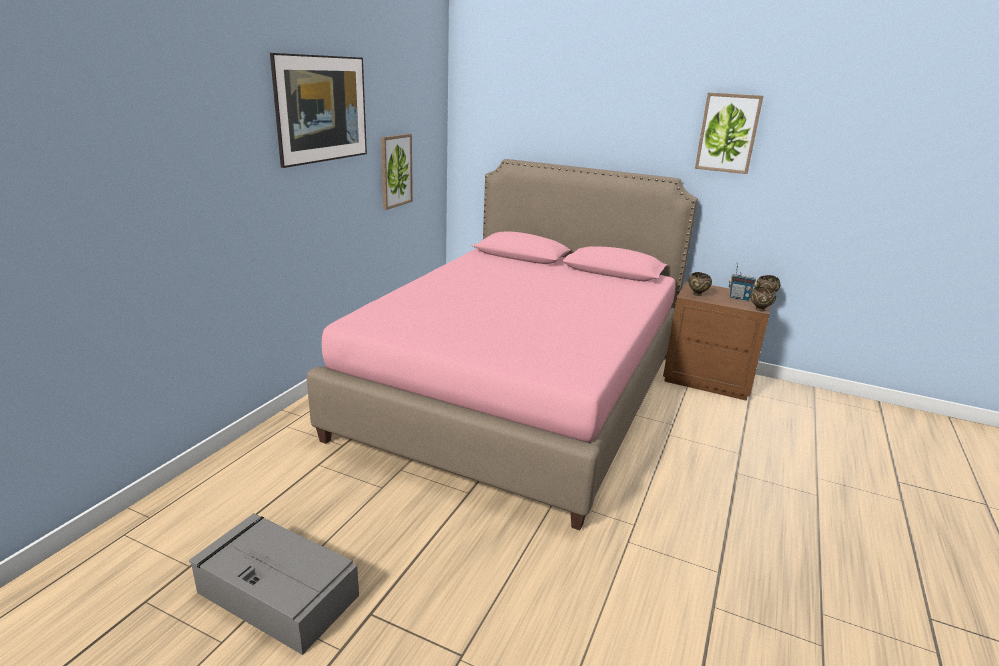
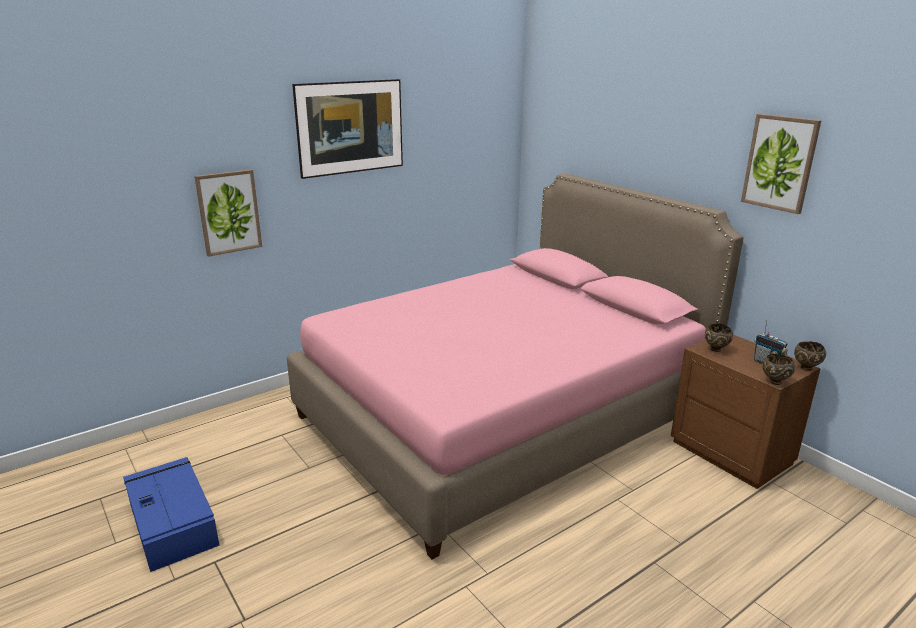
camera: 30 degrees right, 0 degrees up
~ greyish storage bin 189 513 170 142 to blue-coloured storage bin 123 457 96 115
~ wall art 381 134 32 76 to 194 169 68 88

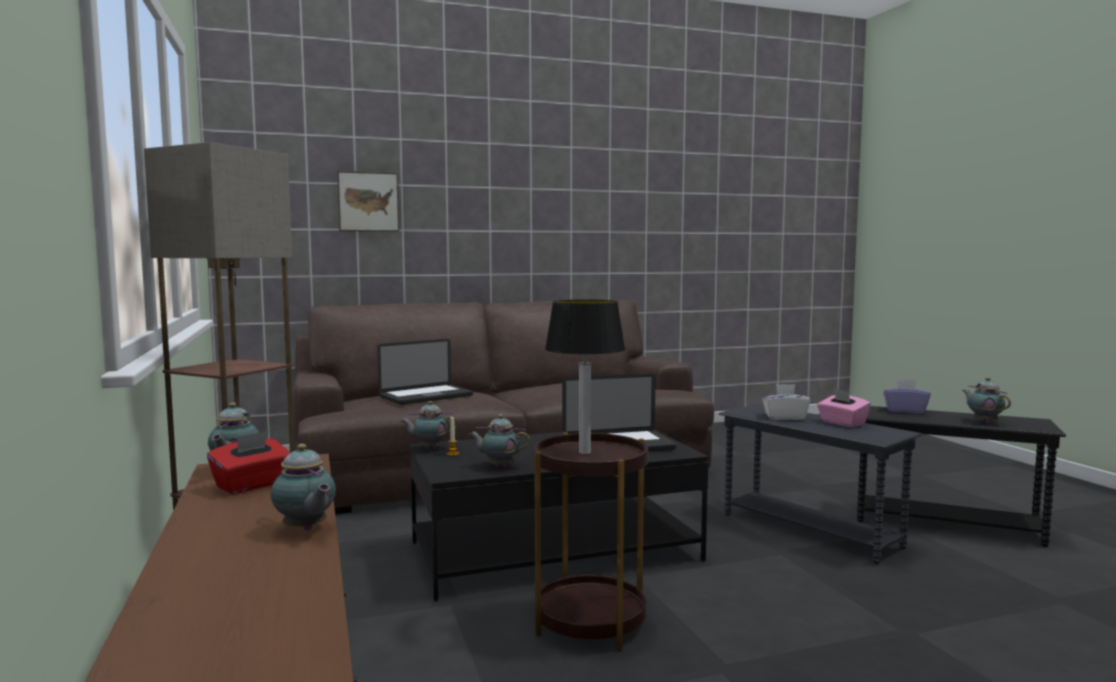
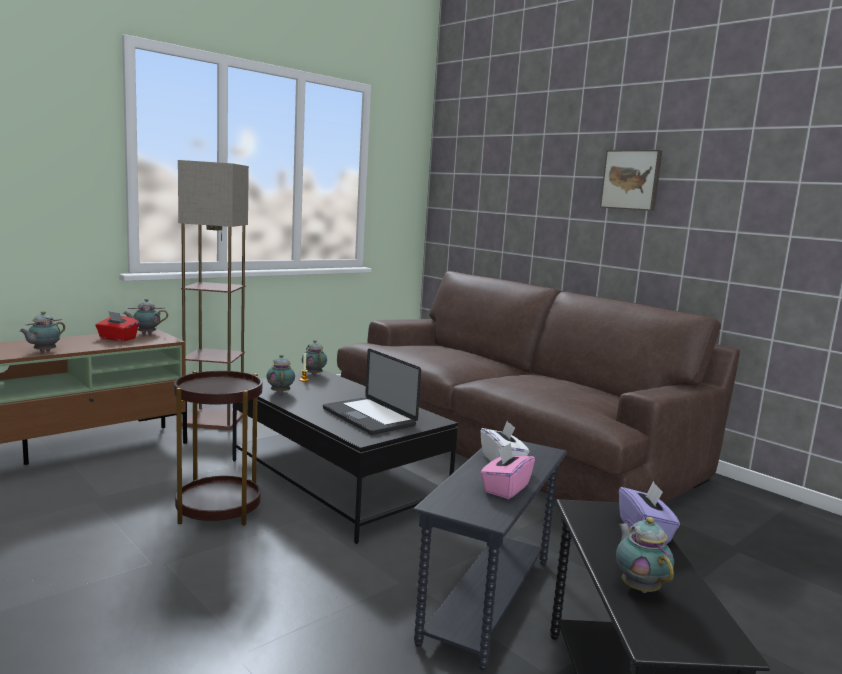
camera: 65 degrees right, 5 degrees up
~ wall art 337 171 62 61 to 600 150 62 61
~ tea pot 962 377 49 46 = 616 517 58 76 60 degrees counterclockwise
- laptop 377 339 96 66
- table lamp 545 300 81 154

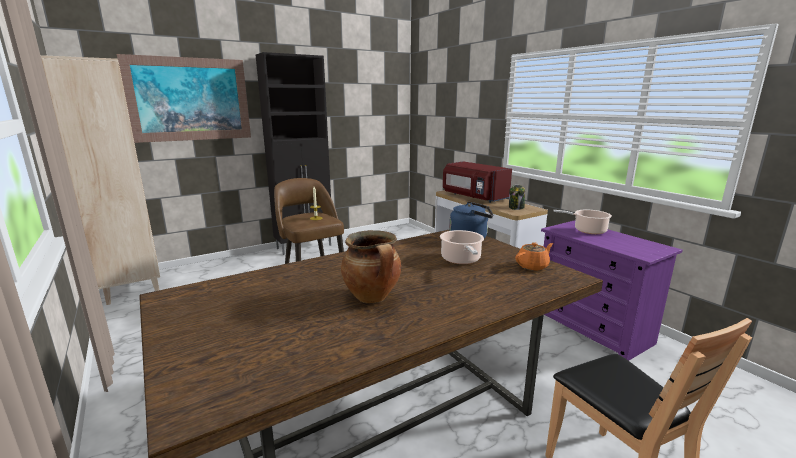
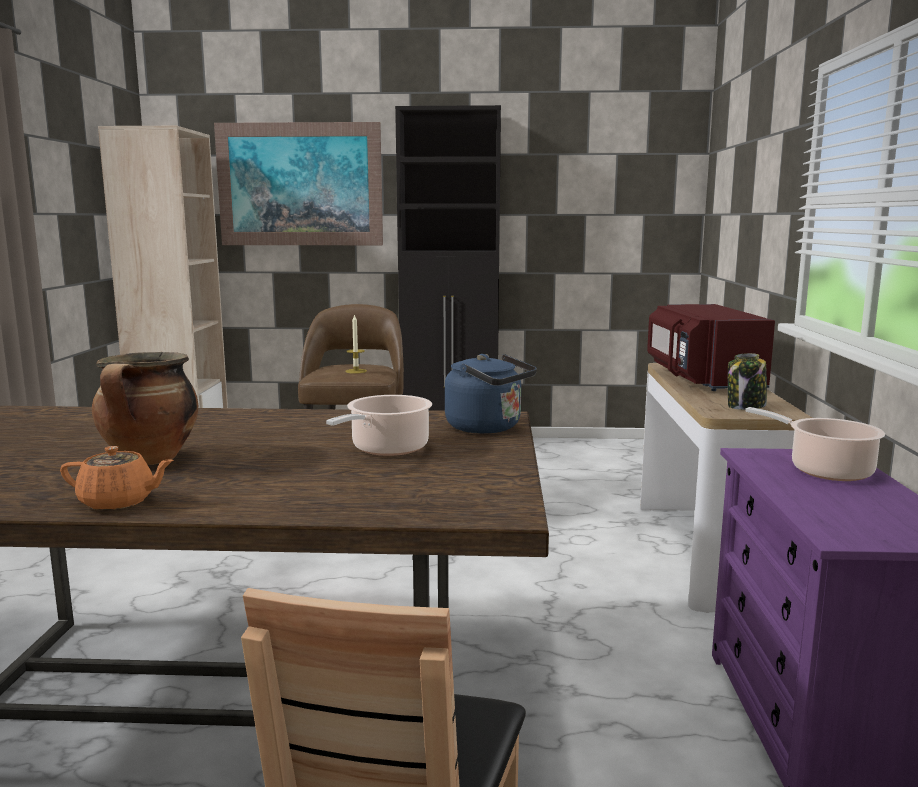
camera: 35 degrees right, 5 degrees down
~ orange-coloured tea pot 515 242 38 29 to 60 446 114 64

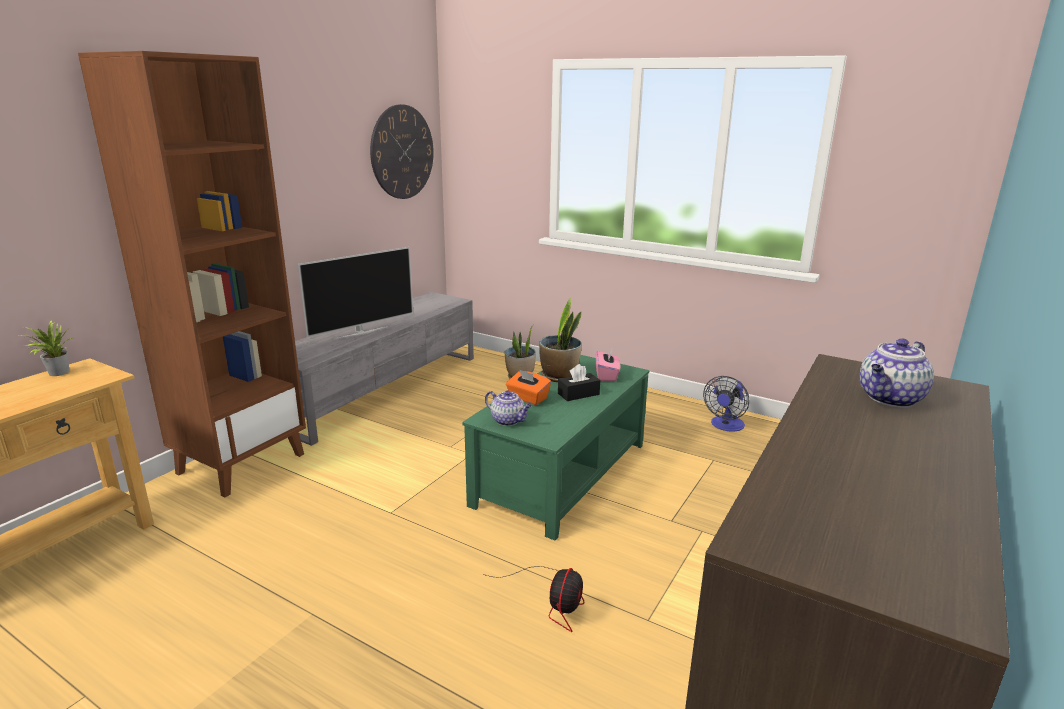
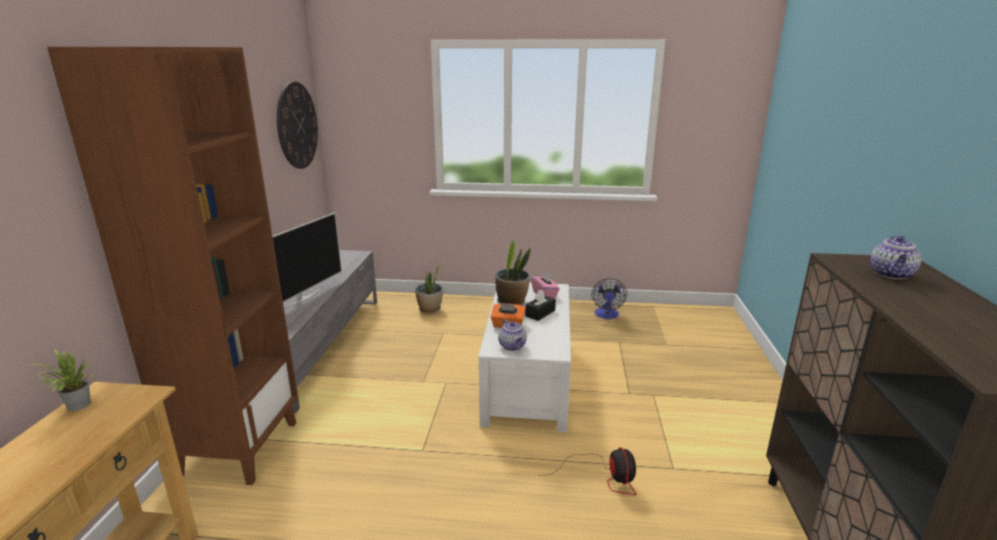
camera: 25 degrees left, 0 degrees up
~ green coffee table 462 355 187 185 to whitish coffee table 478 283 93 149
~ tea pot 485 390 46 36 = 498 319 29 32 60 degrees clockwise

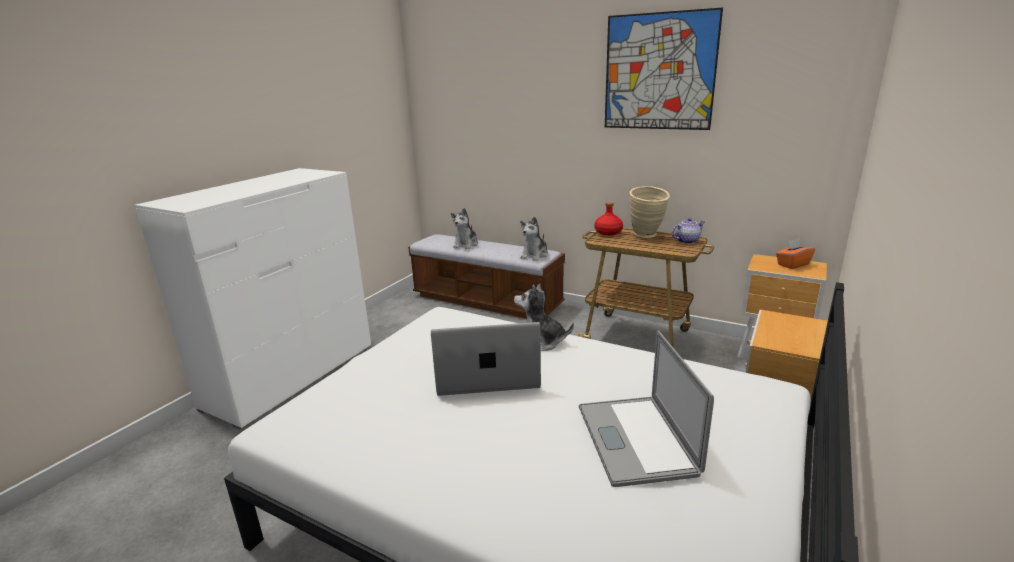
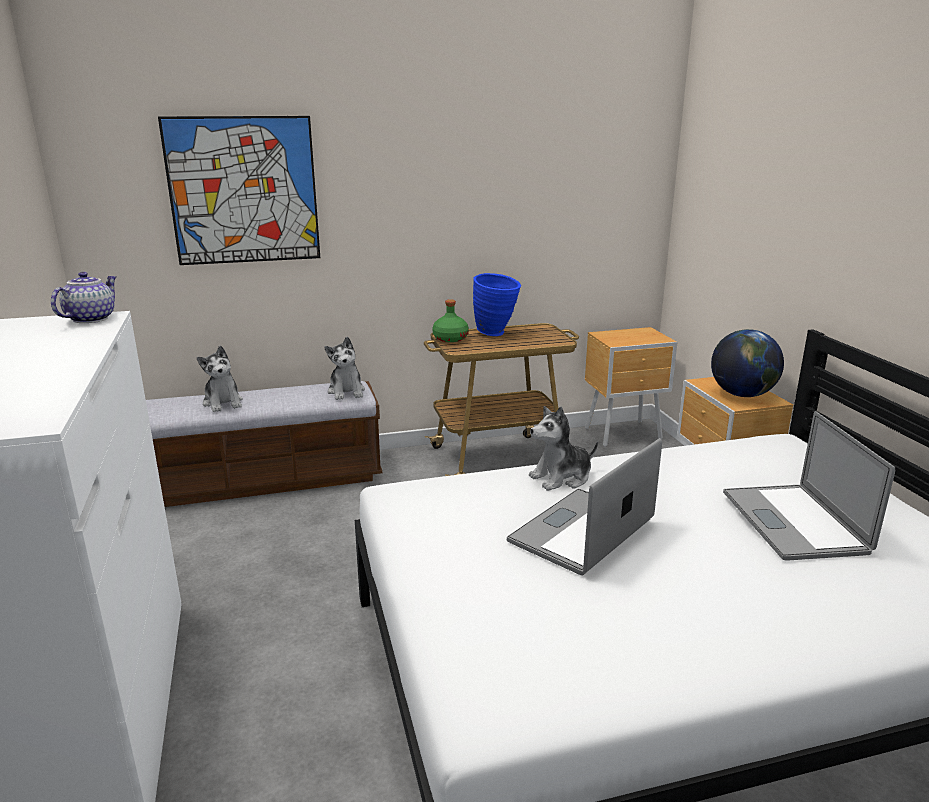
camera: 45 degrees left, 0 degrees up
~ tea pot 672 218 33 26 to 51 272 65 51
~ wall art 605 7 118 123 to 158 116 162 149
~ red bottle 594 202 29 33 to green bottle 432 299 37 43
~ sand-coloured decorative vase 629 186 41 52 to blue-coloured decorative vase 473 273 48 63
+ globe 711 329 73 68
~ laptop 579 331 135 156 = 723 411 172 149 45 degrees clockwise
- orange-coloured tissue box 776 239 39 30

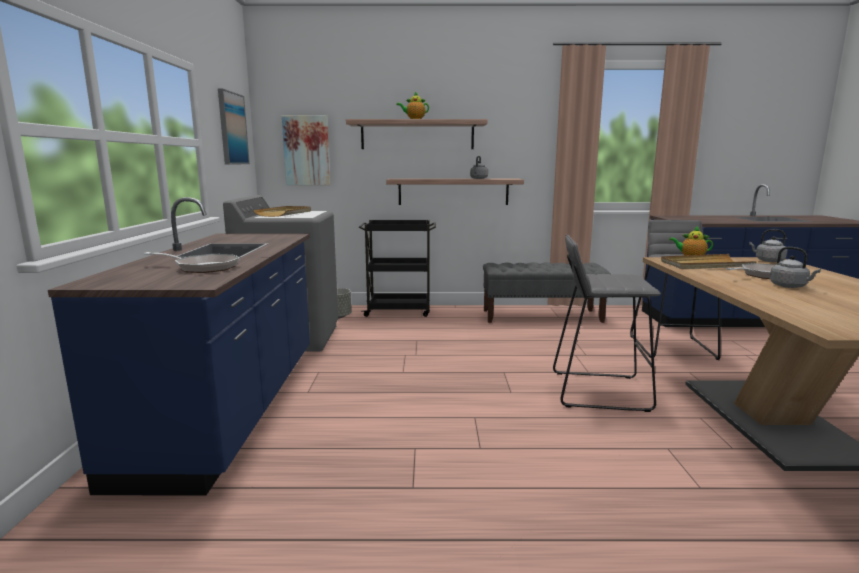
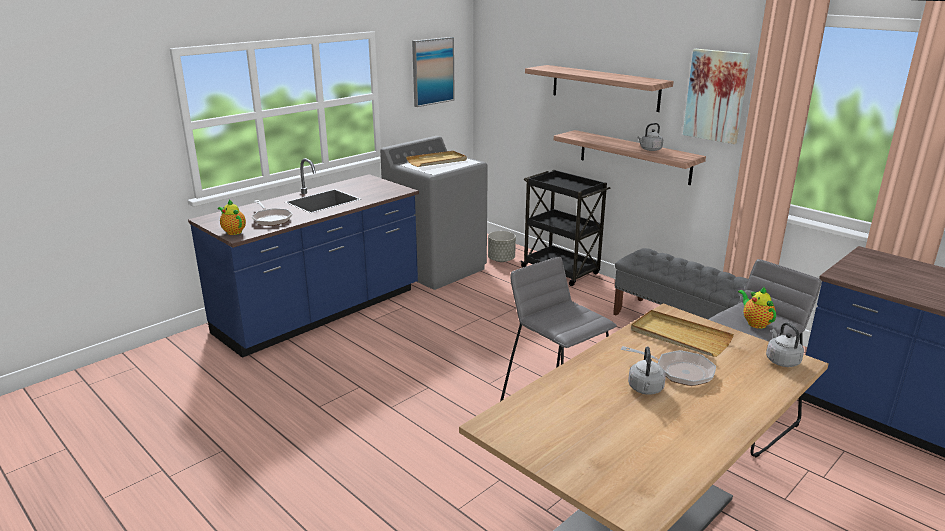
camera: 45 degrees right, 10 degrees up
~ tea pot 396 92 33 27 to 218 199 28 36
~ wall art 282 115 49 70 to 683 49 67 95

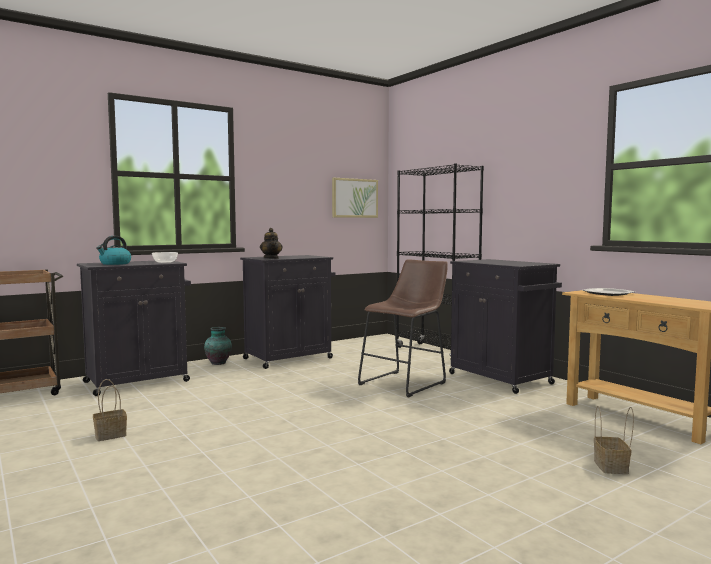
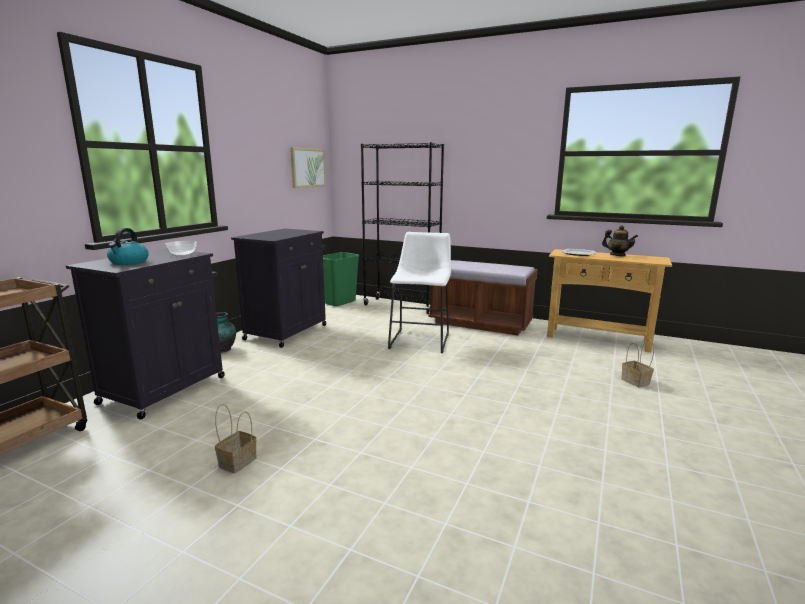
camera: 30 degrees left, 10 degrees up
+ green trash can 323 252 36 54
~ brownish stool 358 259 90 138 to whitish stool 388 232 63 121
~ black cabinet 449 259 113 135 to brownish bench 428 260 110 76
~ tea pot 260 228 23 31 to 602 225 36 31

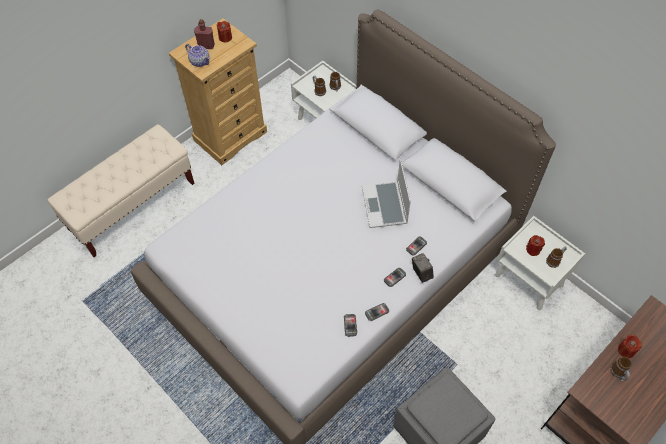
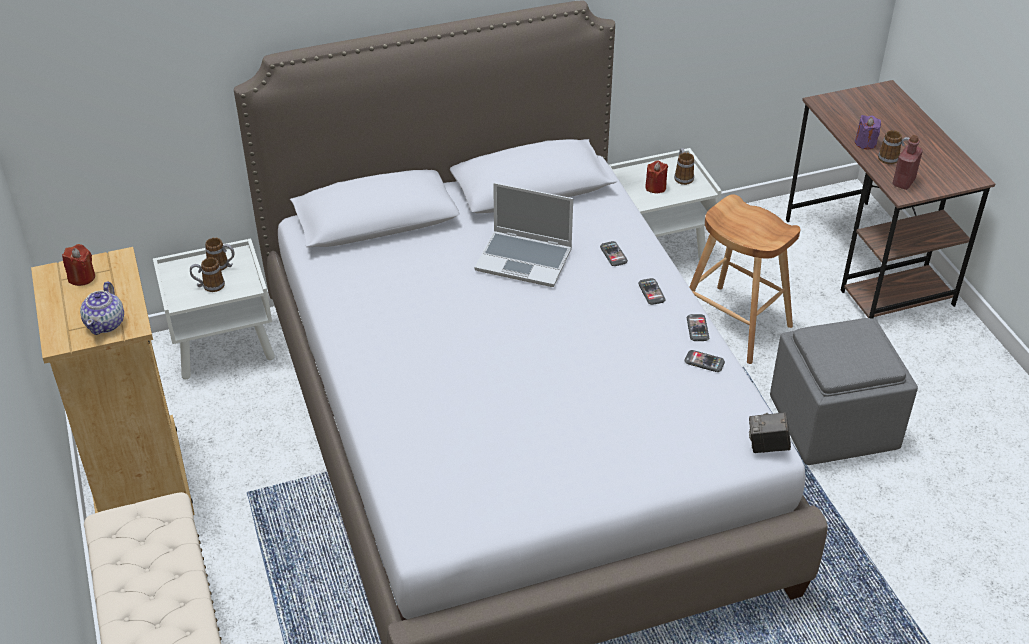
camera: 65 degrees left, 15 degrees down
~ tea pot 185 44 25 23 = 80 282 44 53 120 degrees clockwise
+ brownish stool 690 194 110 170
~ photo camera 412 253 22 30 to 749 412 42 41
~ red wax light 618 335 24 23 to purple wax light 855 115 26 34
~ red bottle 194 19 21 30 to 892 135 31 55

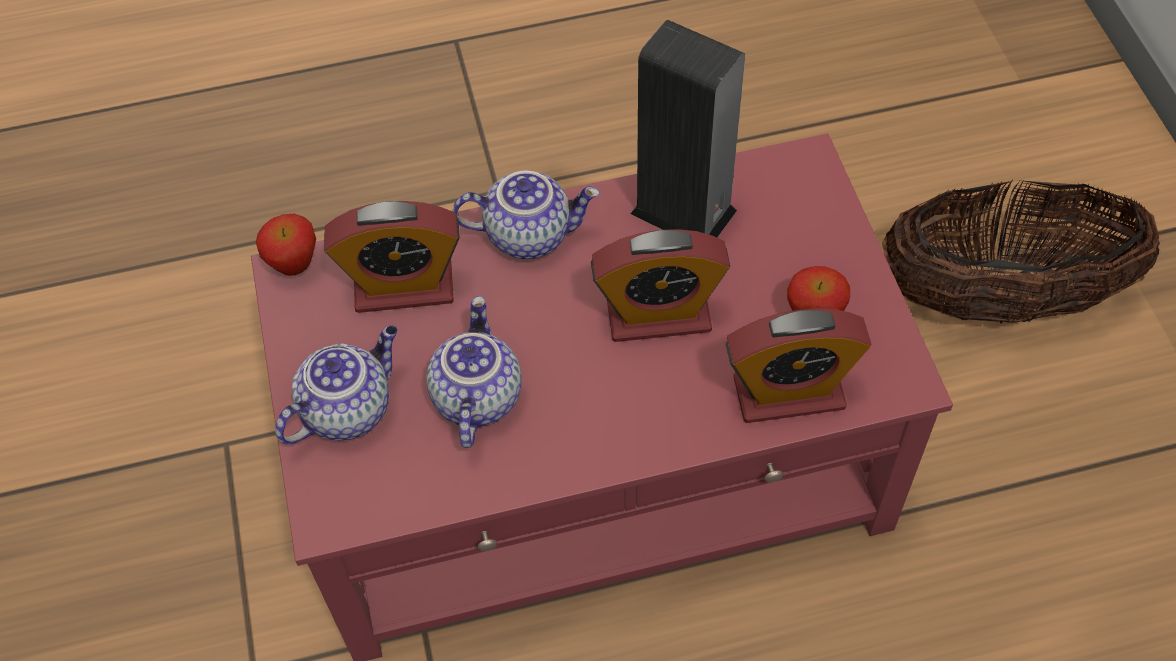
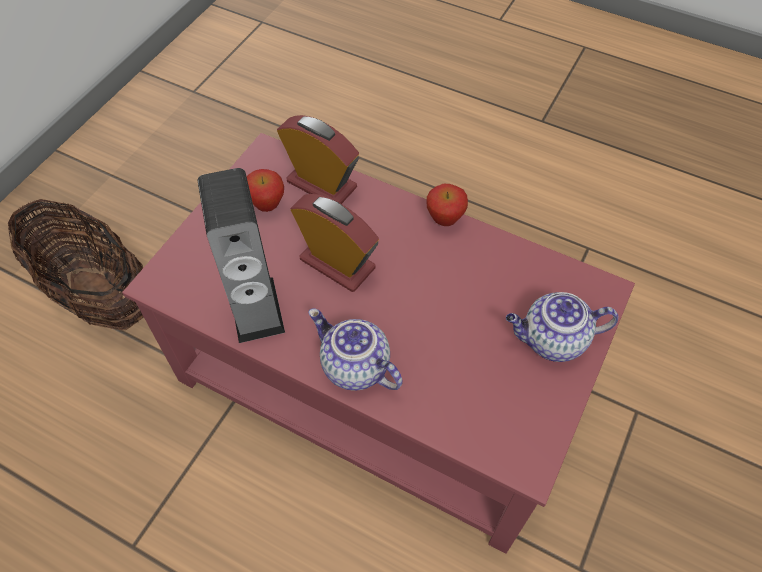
camera: 140 degrees left, 0 degrees up
~ apple fruit 256 214 60 62 to 426 184 42 42
- table clock 324 201 136 112
- tea pot 426 296 96 152

